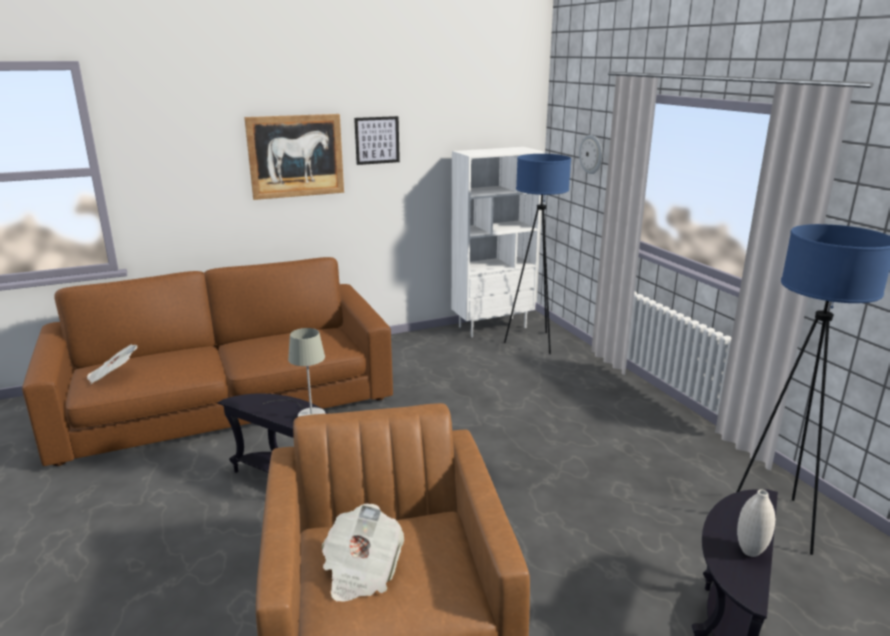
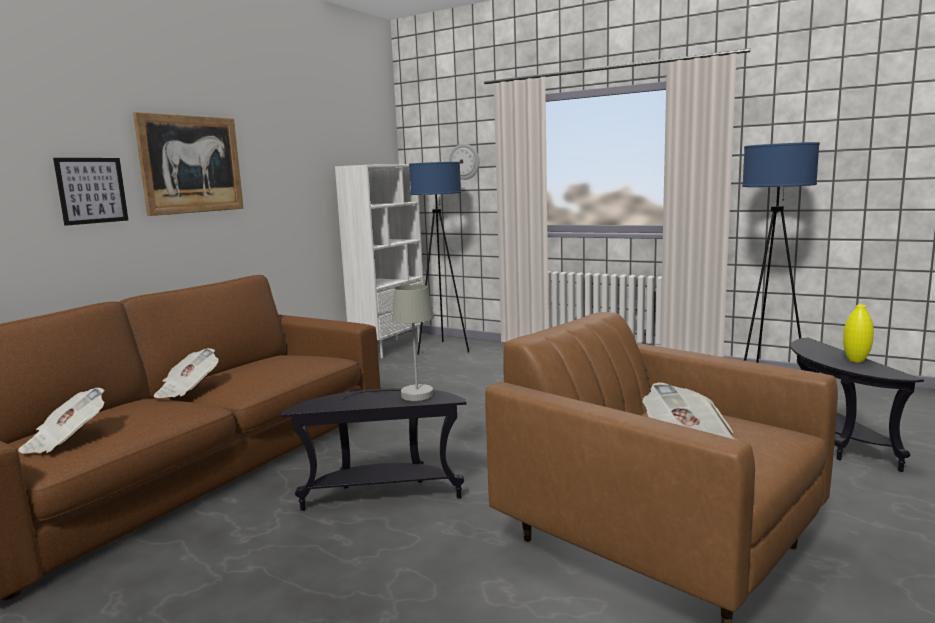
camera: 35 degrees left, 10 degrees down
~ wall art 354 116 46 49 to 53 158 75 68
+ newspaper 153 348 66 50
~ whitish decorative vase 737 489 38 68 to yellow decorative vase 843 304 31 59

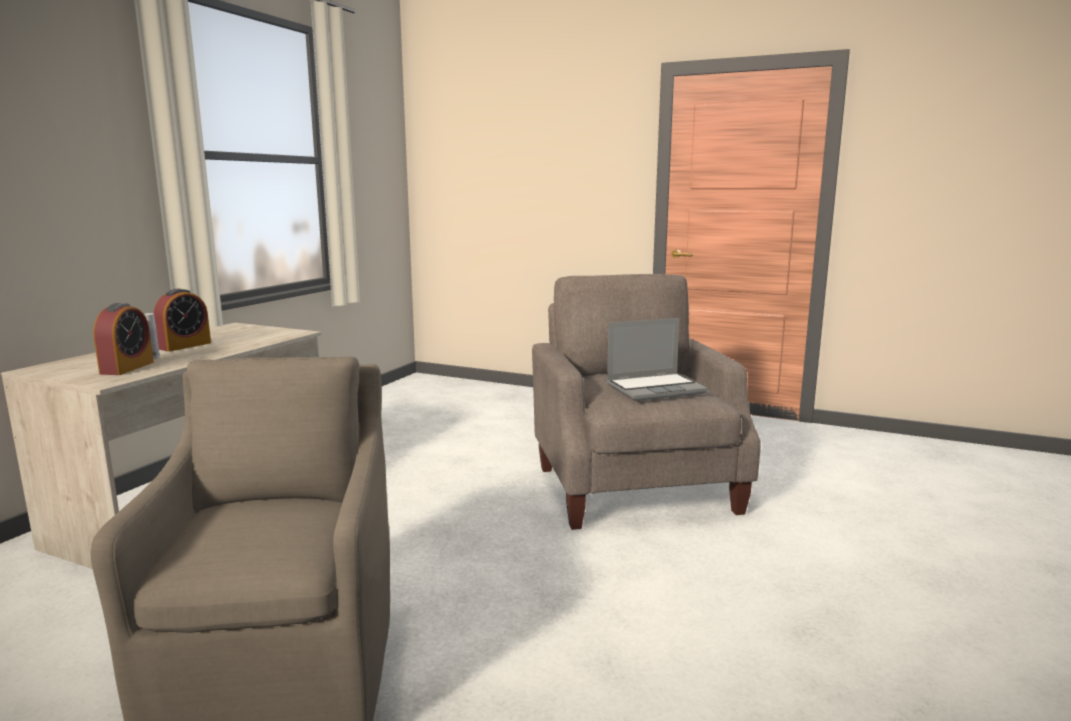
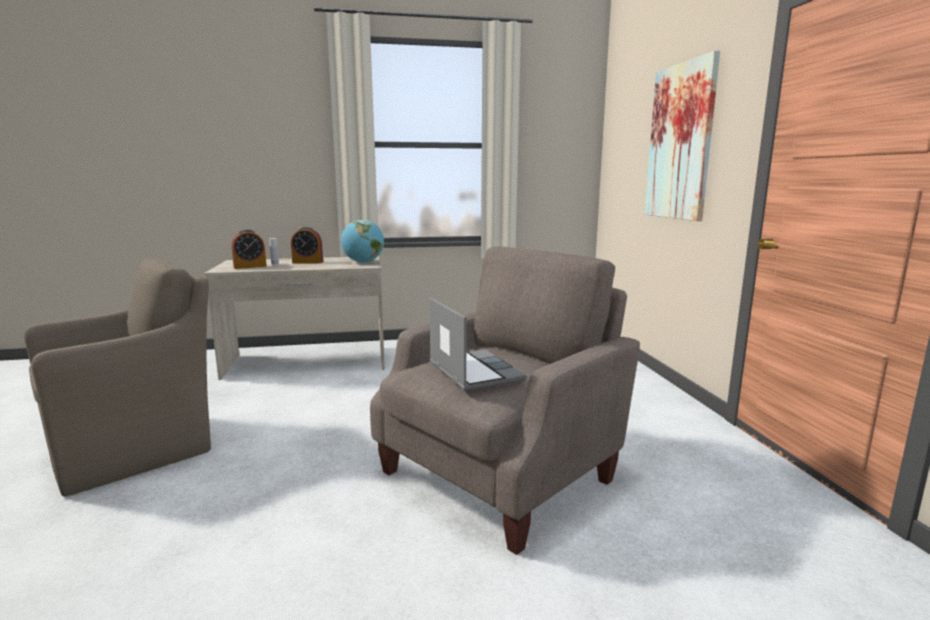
camera: 55 degrees right, 0 degrees up
+ globe 341 220 43 43
~ laptop 606 318 102 83 = 429 297 98 94 150 degrees counterclockwise
+ wall art 645 50 75 171

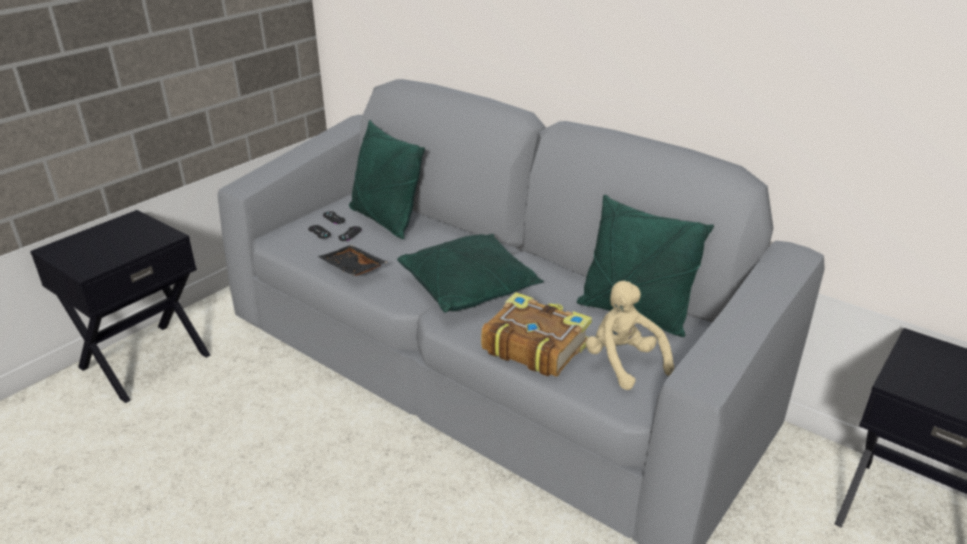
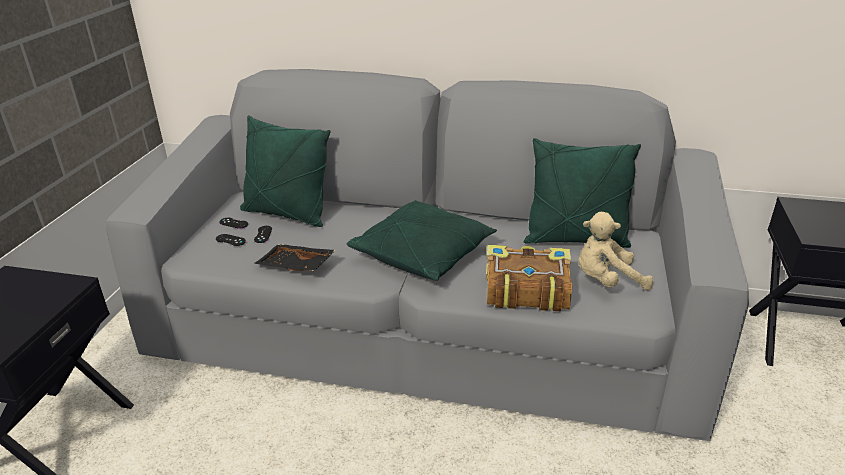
camera: 25 degrees left, 0 degrees up
~ sand-coloured soft toy 585 281 89 109 = 578 212 75 78 45 degrees counterclockwise

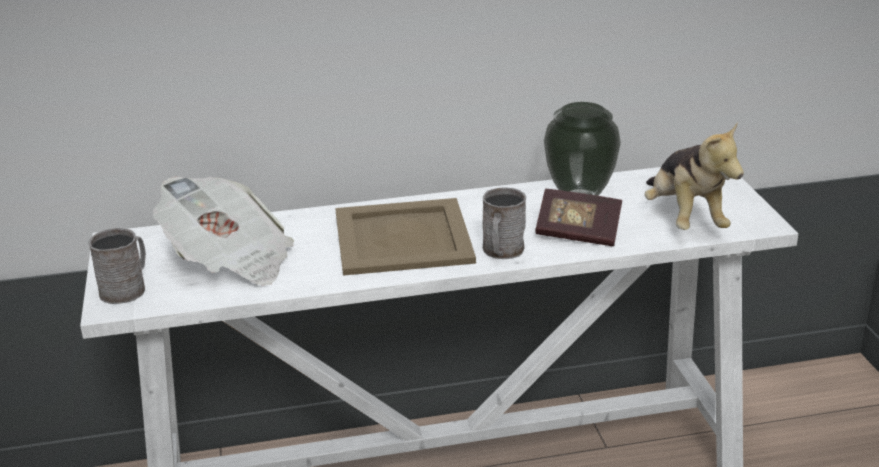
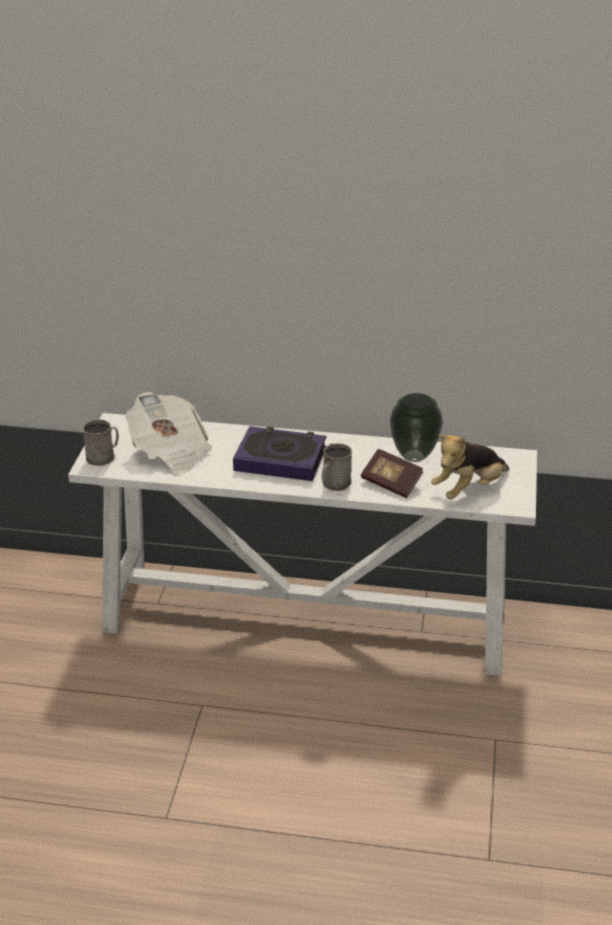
camera: 20 degrees right, 5 degrees up
~ sand-coloured tray 335 198 141 78 to bound book 233 426 93 55
~ soft toy 645 122 99 108 = 431 434 78 66 45 degrees clockwise

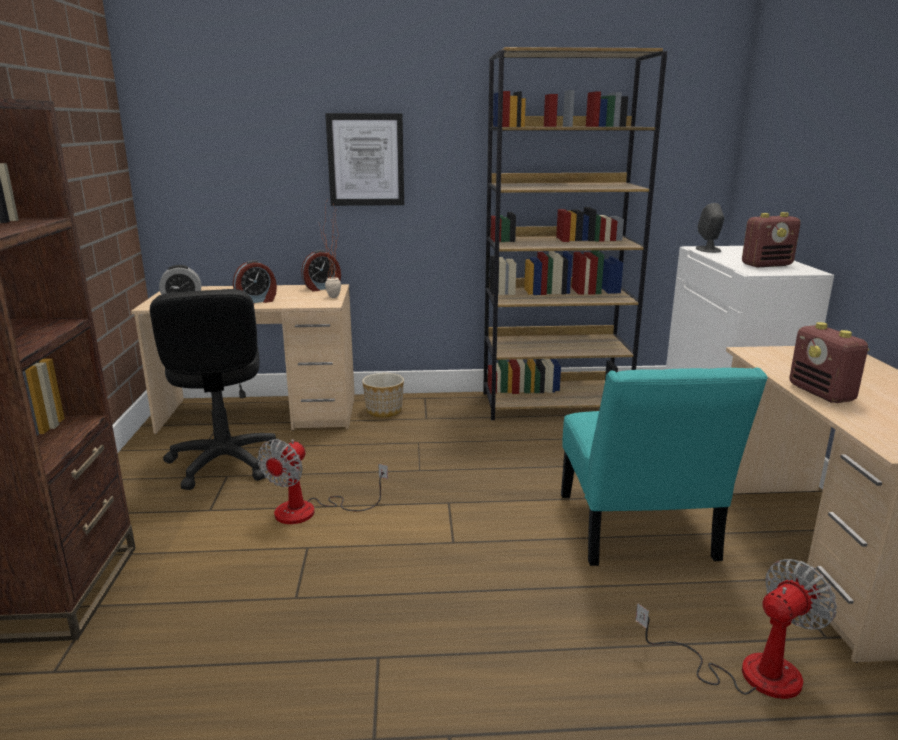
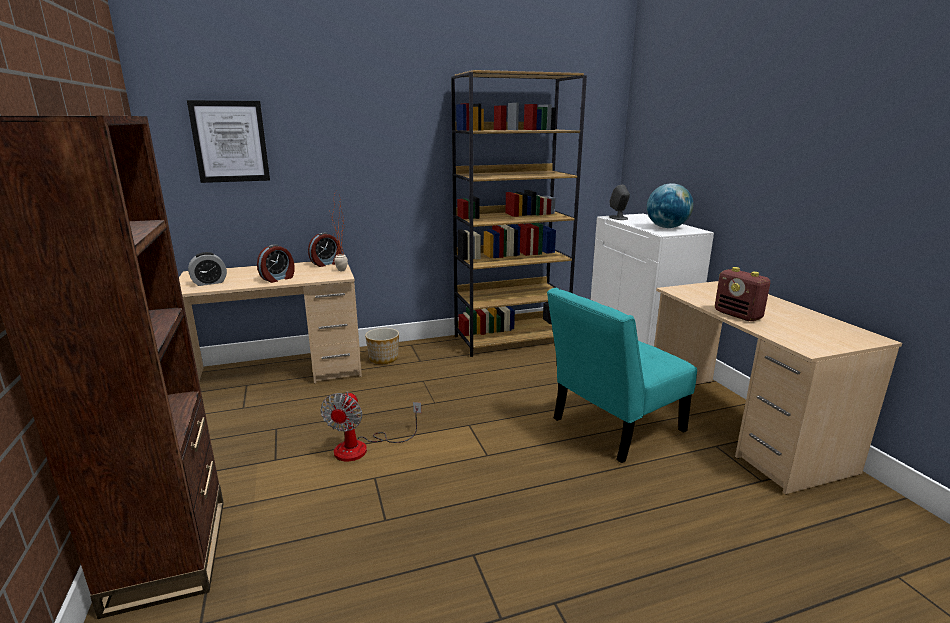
camera: 15 degrees left, 0 degrees up
~ wall art 325 113 79 93 to 187 100 83 83
~ blue-green chair 561 368 207 198 = 547 288 150 175 75 degrees clockwise
~ radio set 742 212 59 56 to globe 647 183 46 45
- black desk chair 150 289 133 201
- cooling fan 635 559 202 140

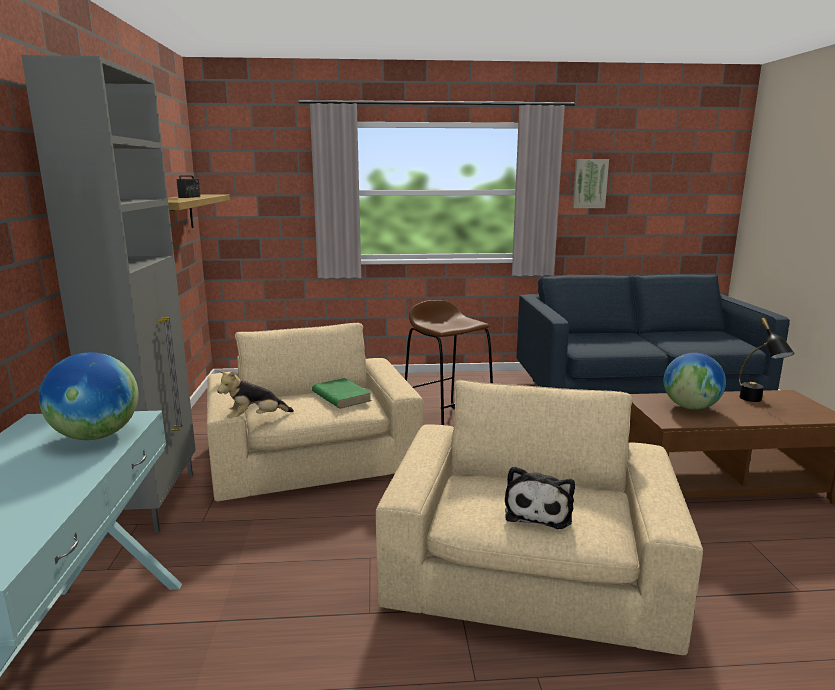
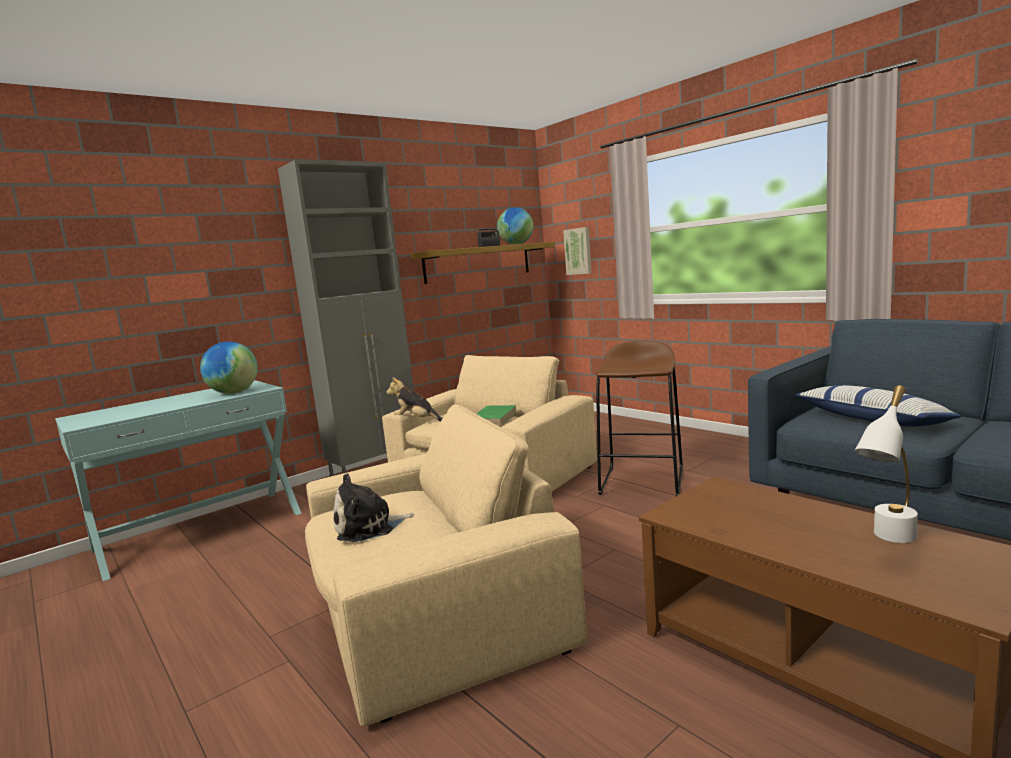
camera: 55 degrees right, 5 degrees down
~ globe 664 353 62 57 to 497 207 36 38
~ wall art 573 159 36 49 to 563 227 29 48
+ pillow 795 385 167 42
~ black table lamp 739 318 56 84 to whitish table lamp 855 385 63 158

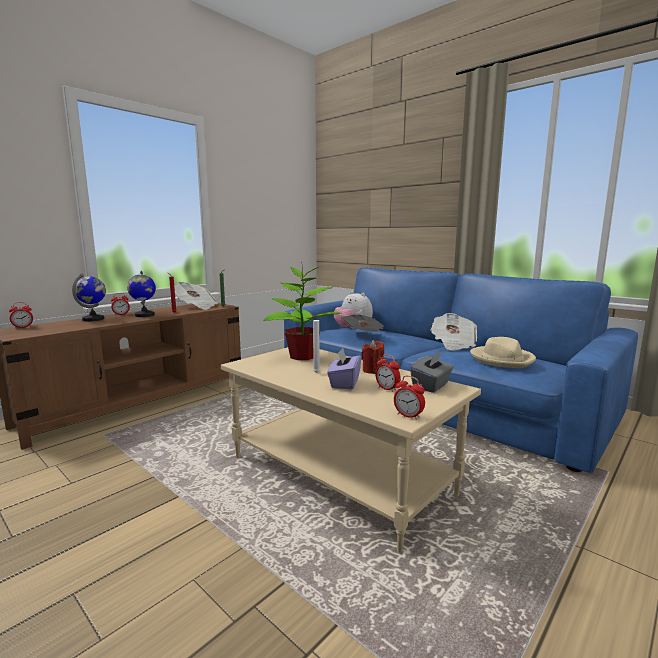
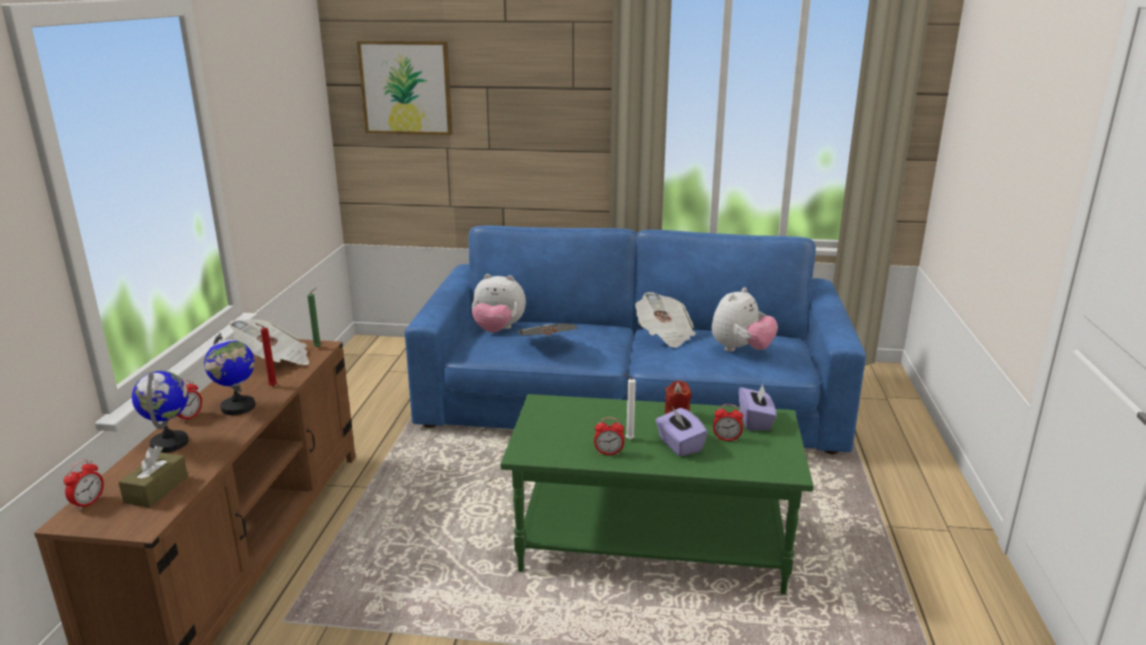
camera: 35 degrees left, 10 degrees up
+ brownish tissue box 118 446 70 62
+ wall art 357 40 96 95
~ sand-coloured coffee table 221 347 260 206 to green coffee table 500 394 314 201
~ table clock 394 376 31 44 to 594 417 30 38
~ sand-coloured hat 470 337 66 31 to soft toy 712 287 66 65
~ greyish tissue box 410 352 43 41 to purple tissue box 739 384 38 46
- plant in a pot 263 262 79 98

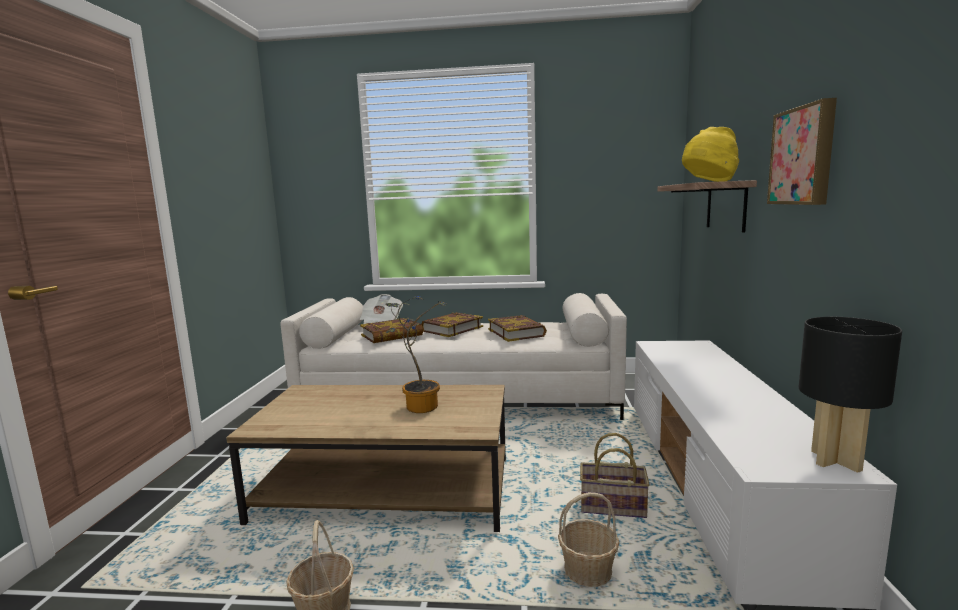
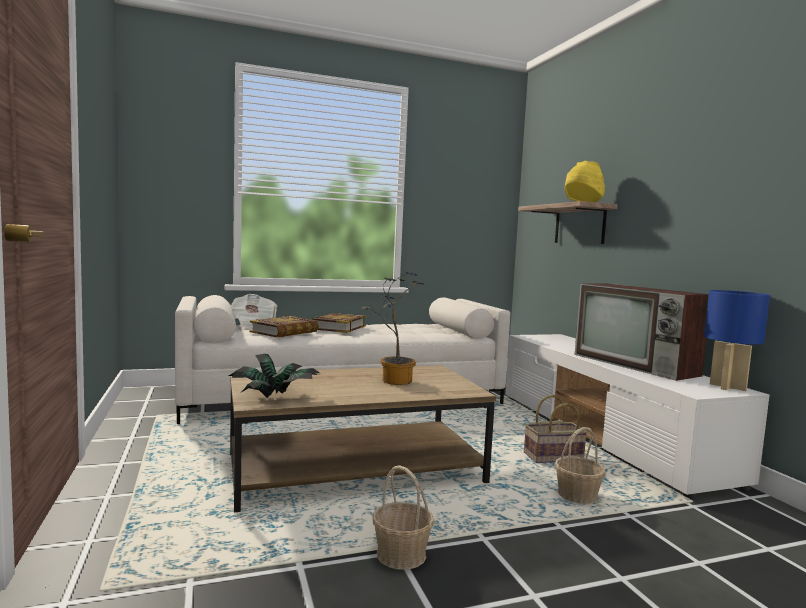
camera: 25 degrees left, 5 degrees down
+ plant in a pot 228 354 92 44
+ TV 575 283 134 98
~ black table lamp 799 317 103 156 to blue-coloured table lamp 704 290 66 101
- bound book 488 315 59 27
- wall art 767 98 70 107

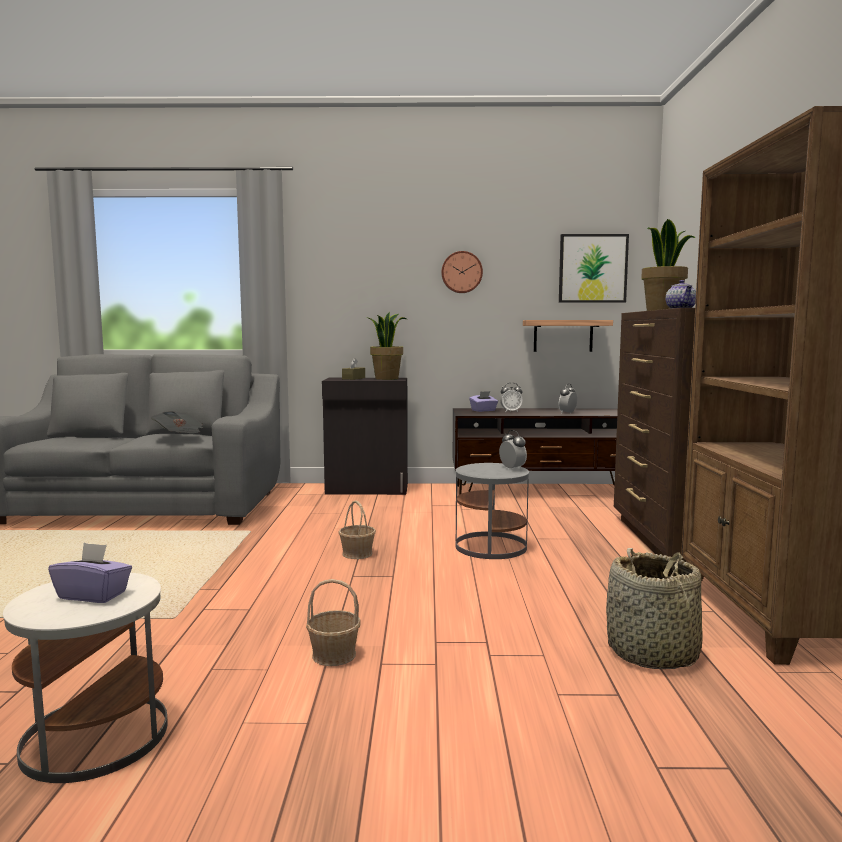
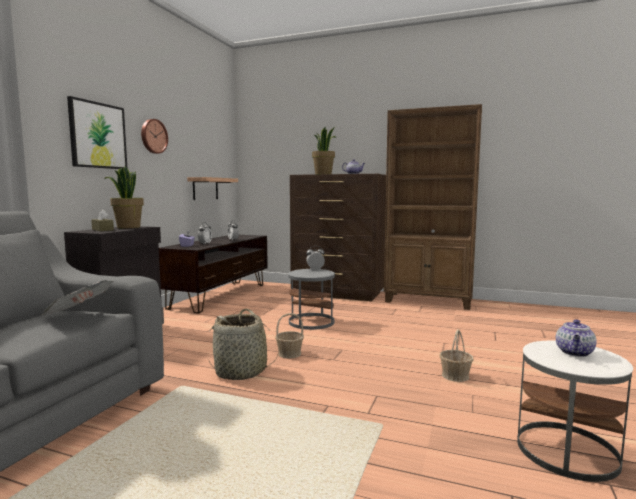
camera: 70 degrees left, 0 degrees up
~ wall art 559 234 70 69 to 67 96 60 73
~ household basket 606 548 97 121 to 208 308 71 72
~ purple tissue box 48 543 84 60 to tea pot 556 319 41 38

